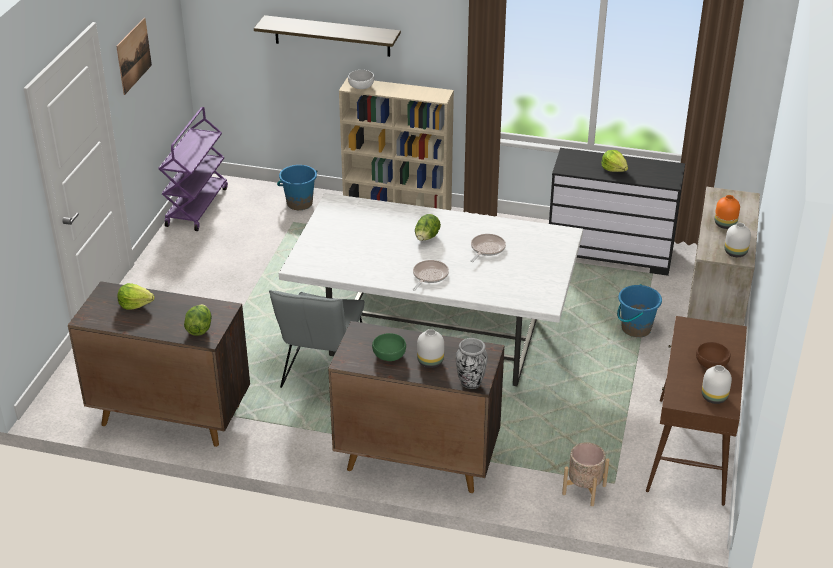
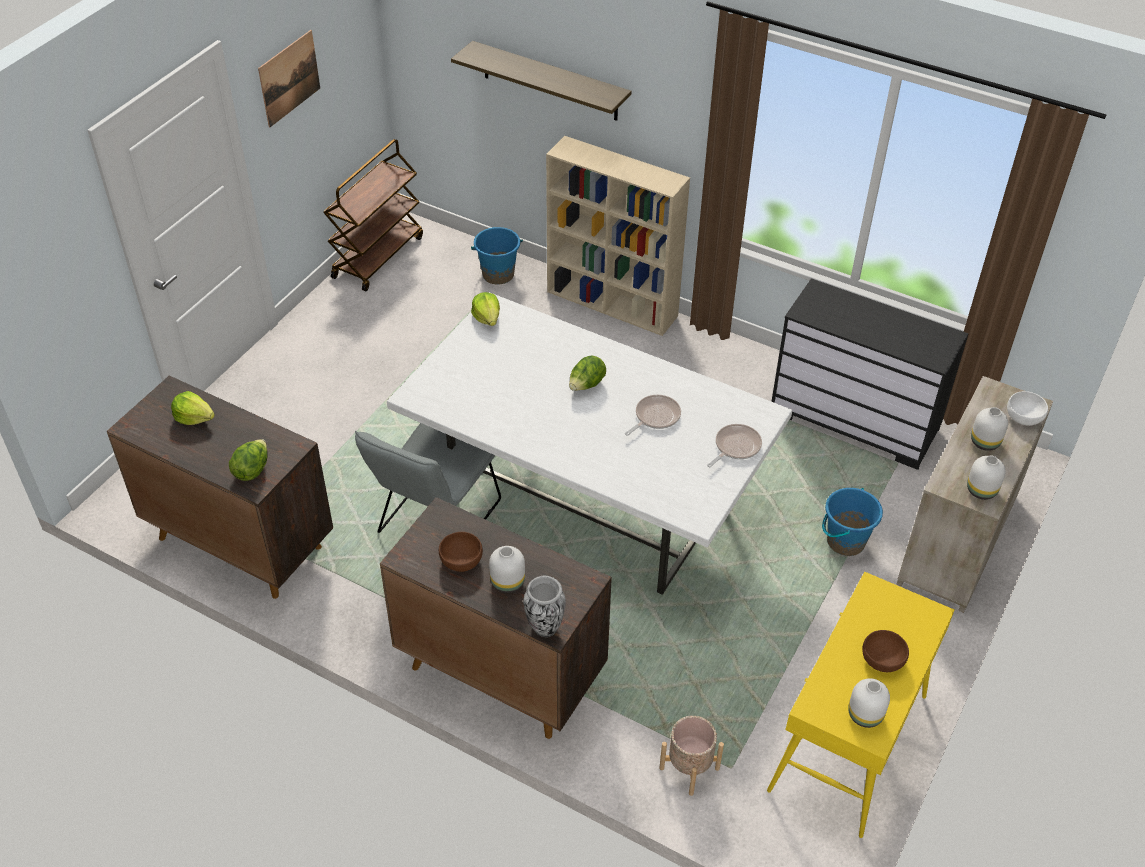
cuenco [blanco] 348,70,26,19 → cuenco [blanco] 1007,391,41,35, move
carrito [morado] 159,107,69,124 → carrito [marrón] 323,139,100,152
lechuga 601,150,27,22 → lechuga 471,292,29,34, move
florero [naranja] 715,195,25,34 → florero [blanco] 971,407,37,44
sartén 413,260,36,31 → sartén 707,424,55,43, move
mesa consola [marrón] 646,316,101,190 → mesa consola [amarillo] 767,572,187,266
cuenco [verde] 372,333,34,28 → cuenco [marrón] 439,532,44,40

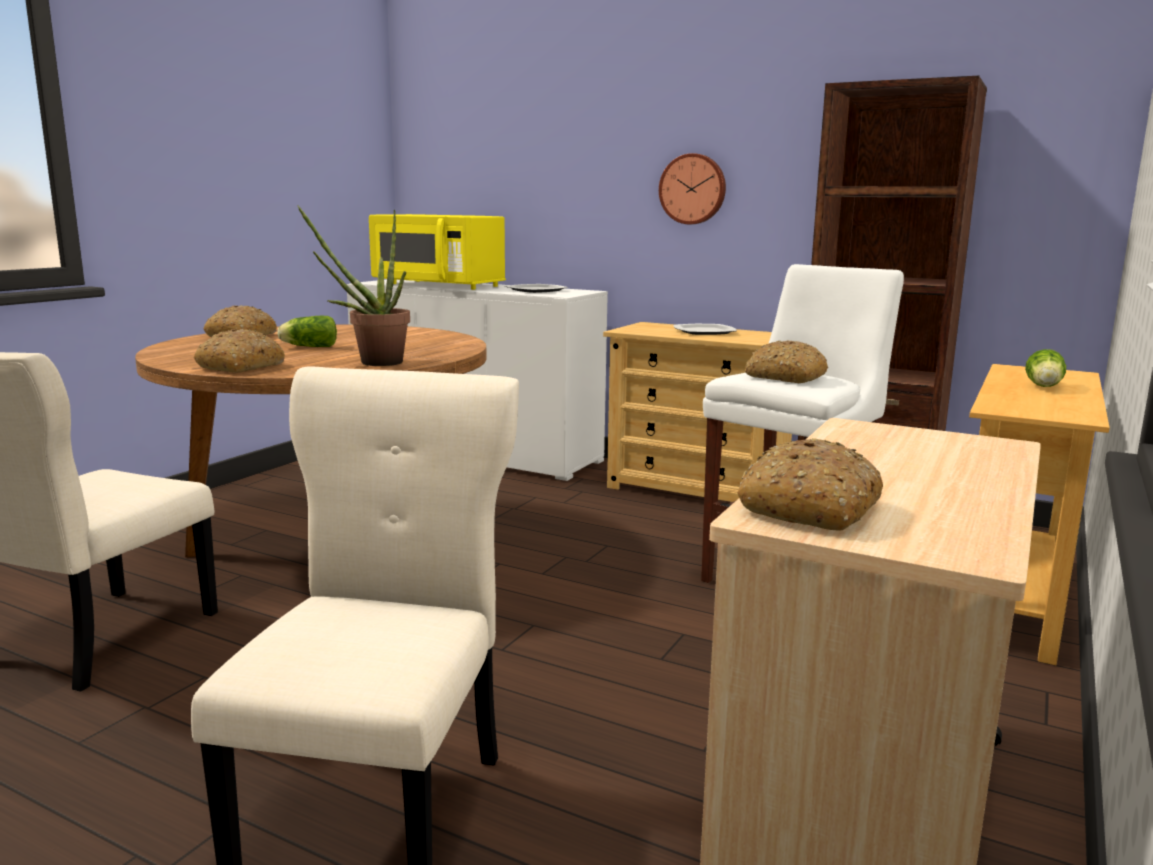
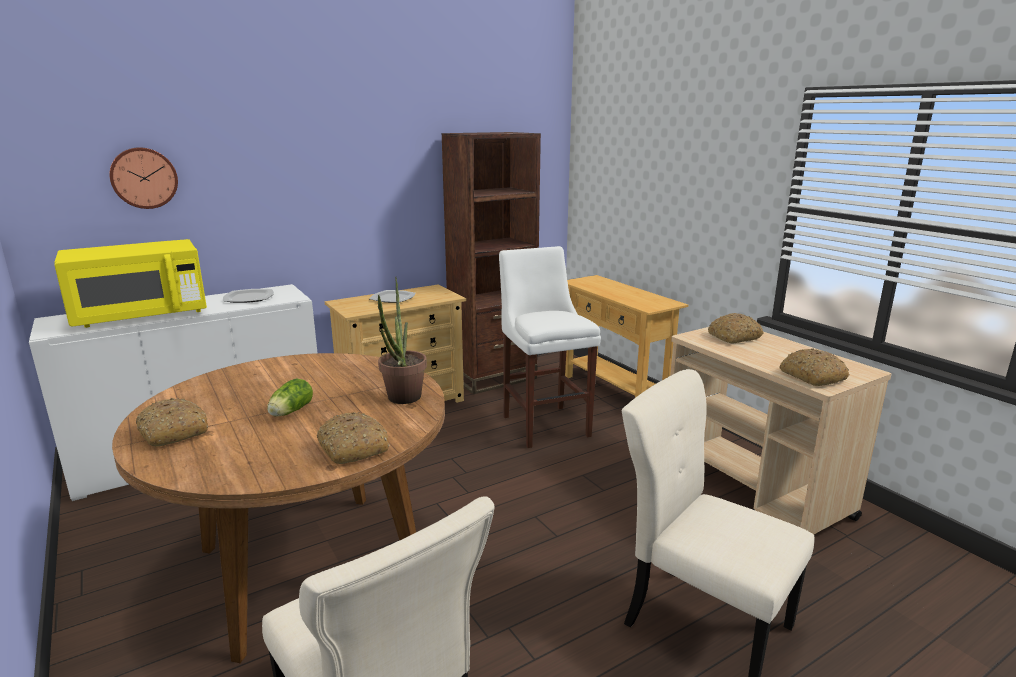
reloj de pared 659,153,67,71 → reloj de pared 109,147,69,62, move
pan 745,340,83,43 → pan 708,313,56,30, move
lechuga 1025,349,41,38 → -

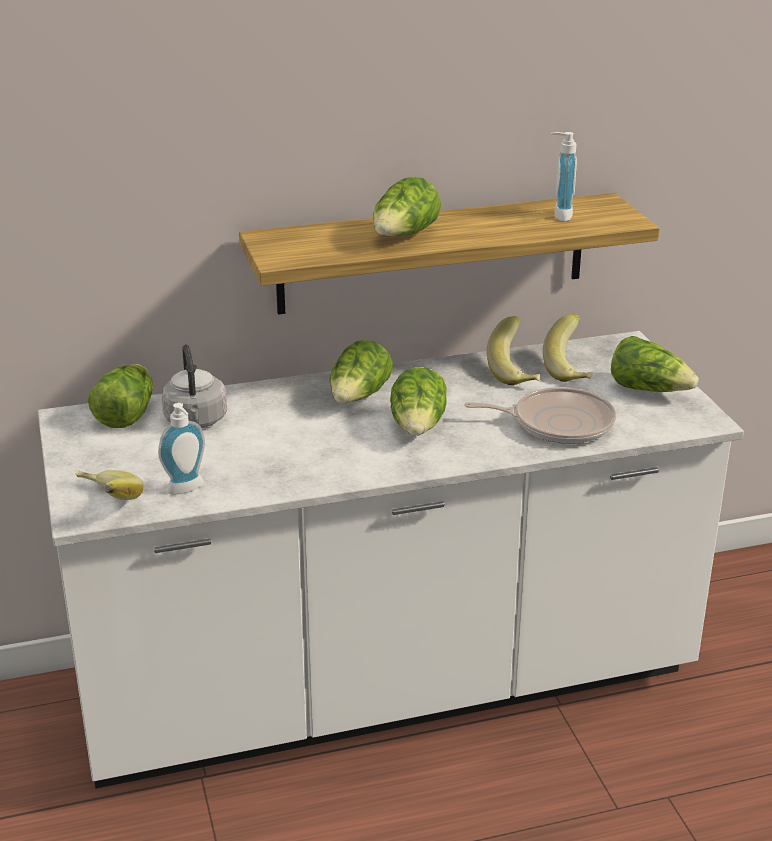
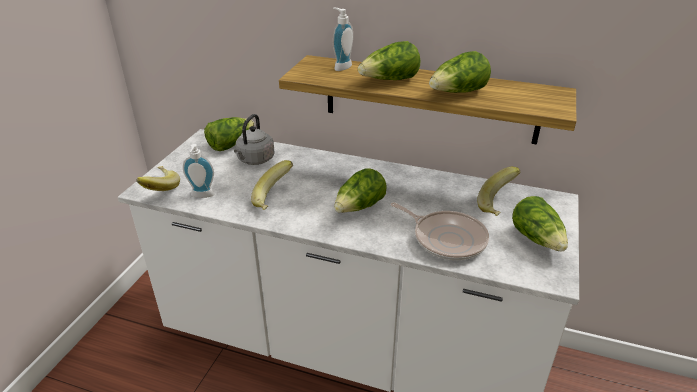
dispensador de jabón 551,132,26,89 → dispensador de jabón 333,8,20,63, move
plátano 487,316,53,69 → plátano 251,160,42,50, move
lechuga 330,340,63,63 → lechuga 429,51,62,42, move

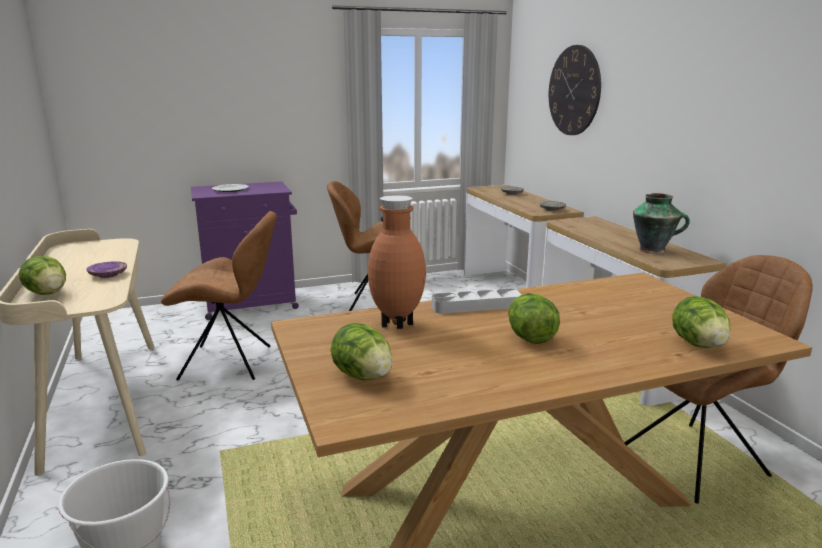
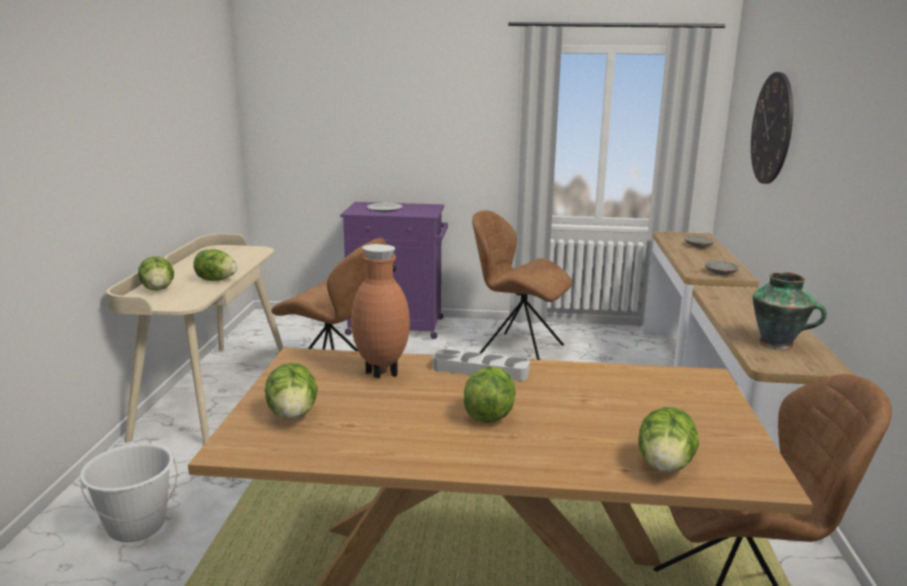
plato [morado] 86,261,41,17 → lechuga 193,249,45,32

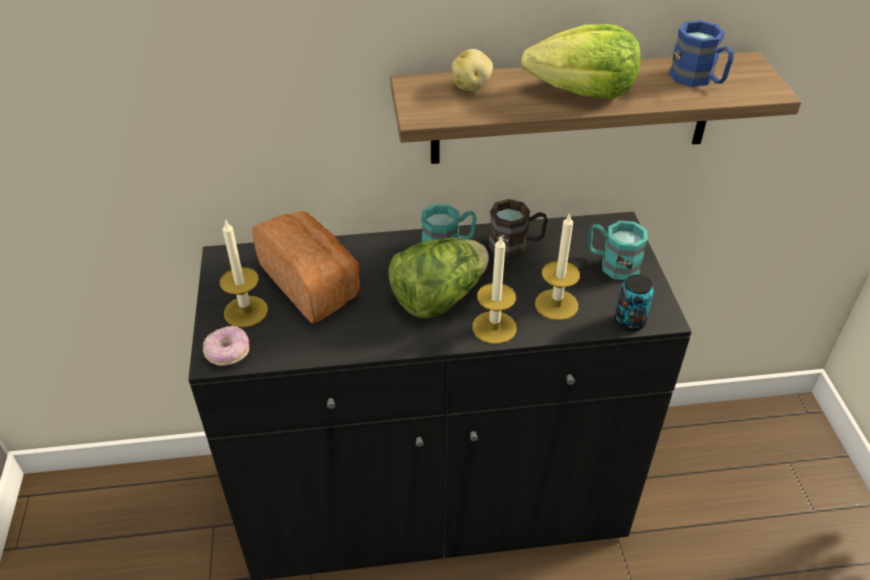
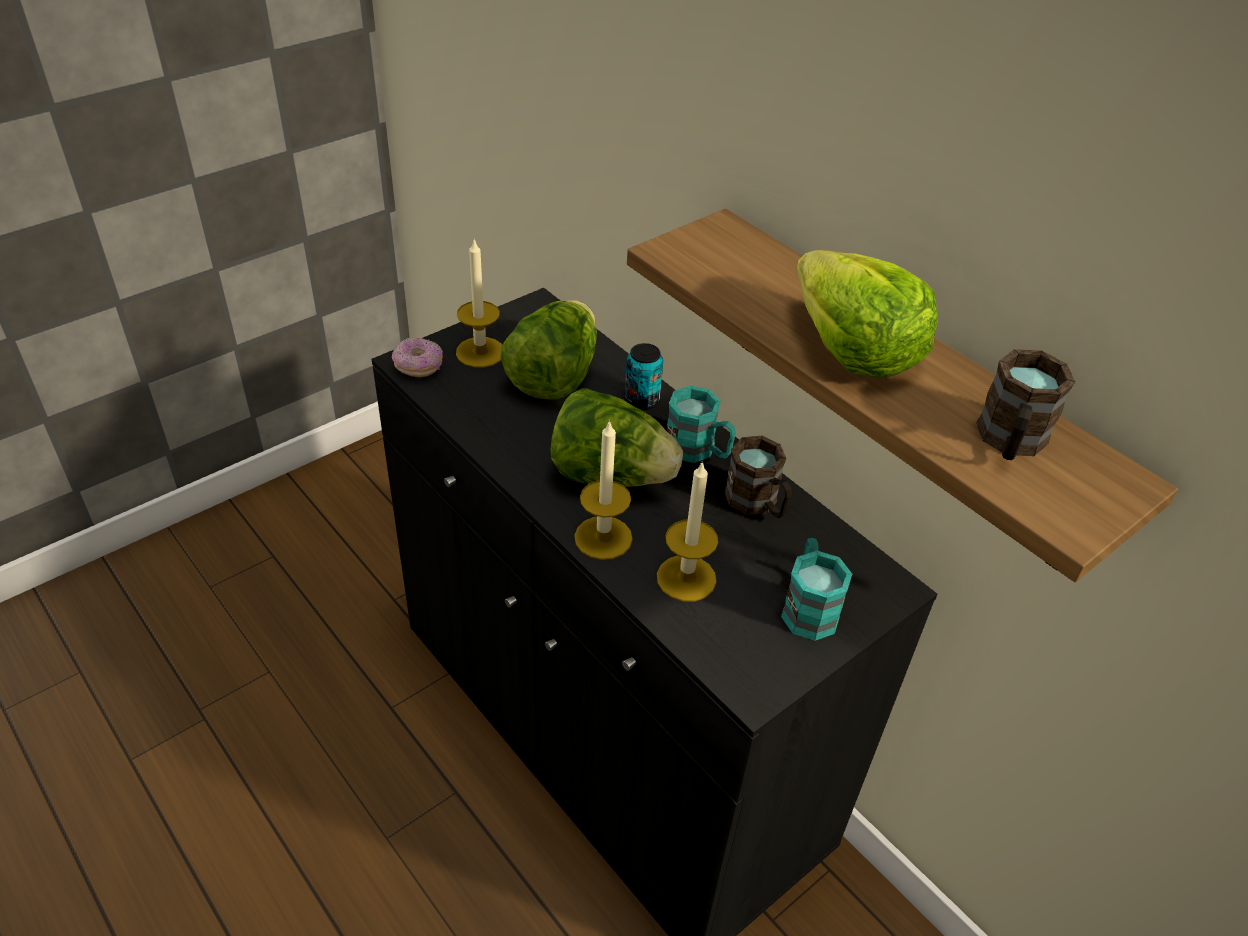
taza grande [azul] 669,20,65,67 → taza grande [marrón] 977,349,98,111
patata 451,49,42,42 → -
pan 252,211,108,112 → lechuga 500,300,97,100
lata 614,274,40,58 → lata 624,343,39,67, move

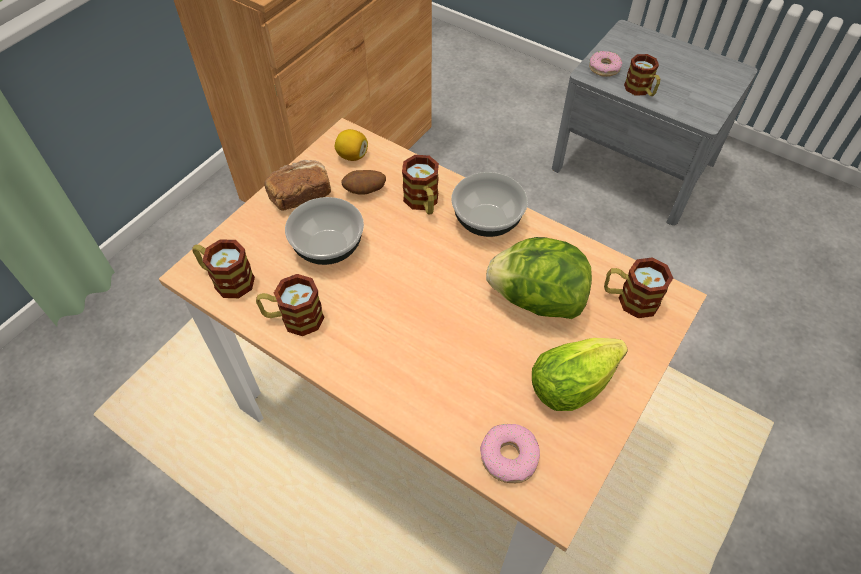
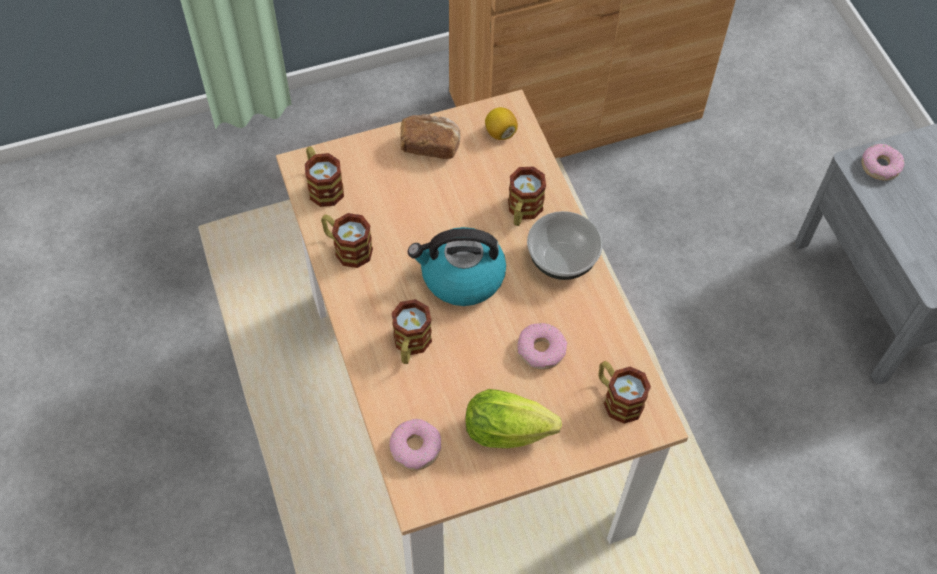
taza grande 624,54,36,42 → taza grande 391,299,41,65, move
patata 341,170,45,25 → -
cuenco 285,197,79,68 → -
lechuga 486,237,106,82 → rosquilla 517,323,50,47
- → hervidor 408,227,98,79

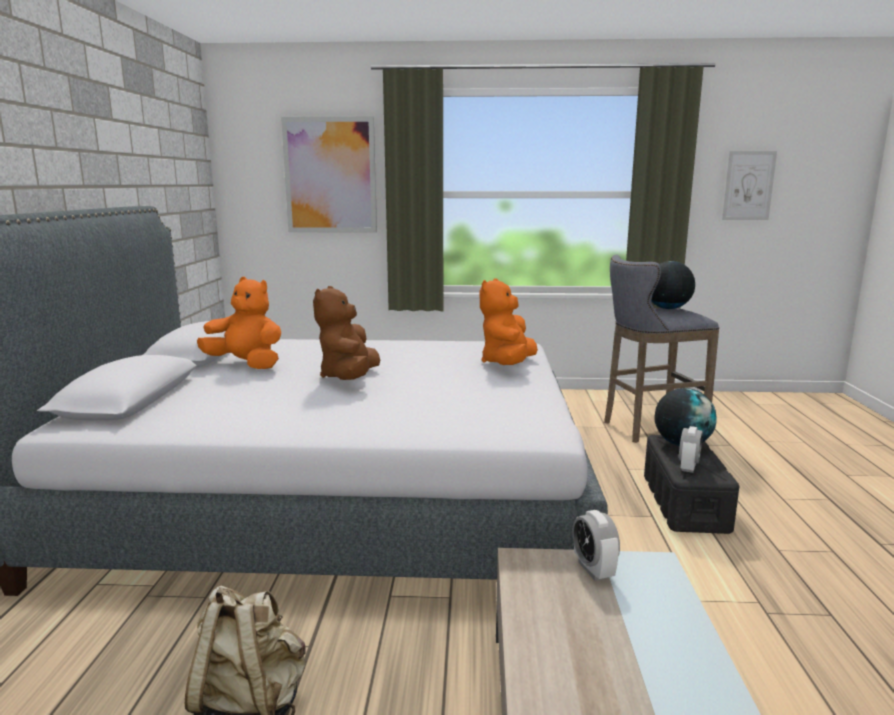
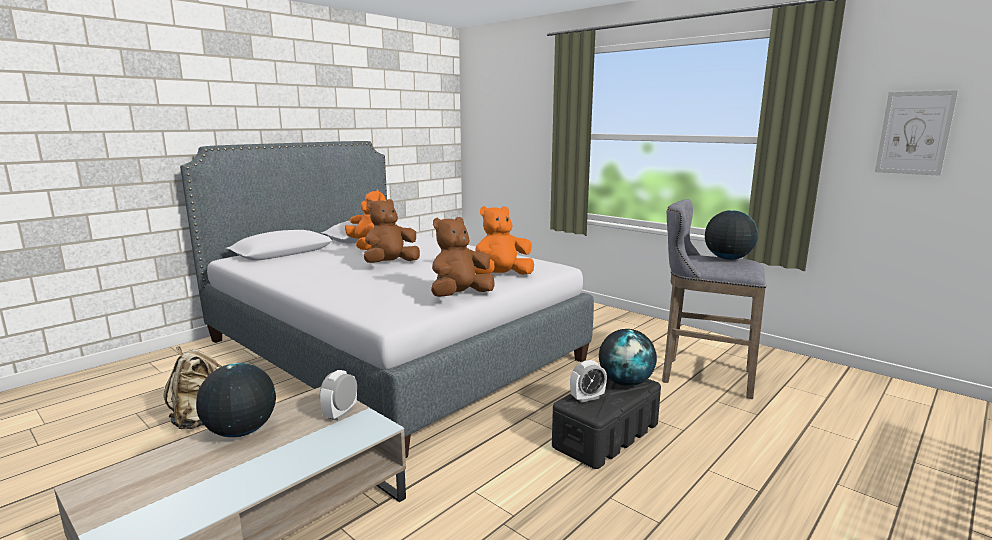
cuadro 281,116,96,117 → -
- → peluche [marrón] 431,217,64,80
- → globo terráqueo 196,363,80,74

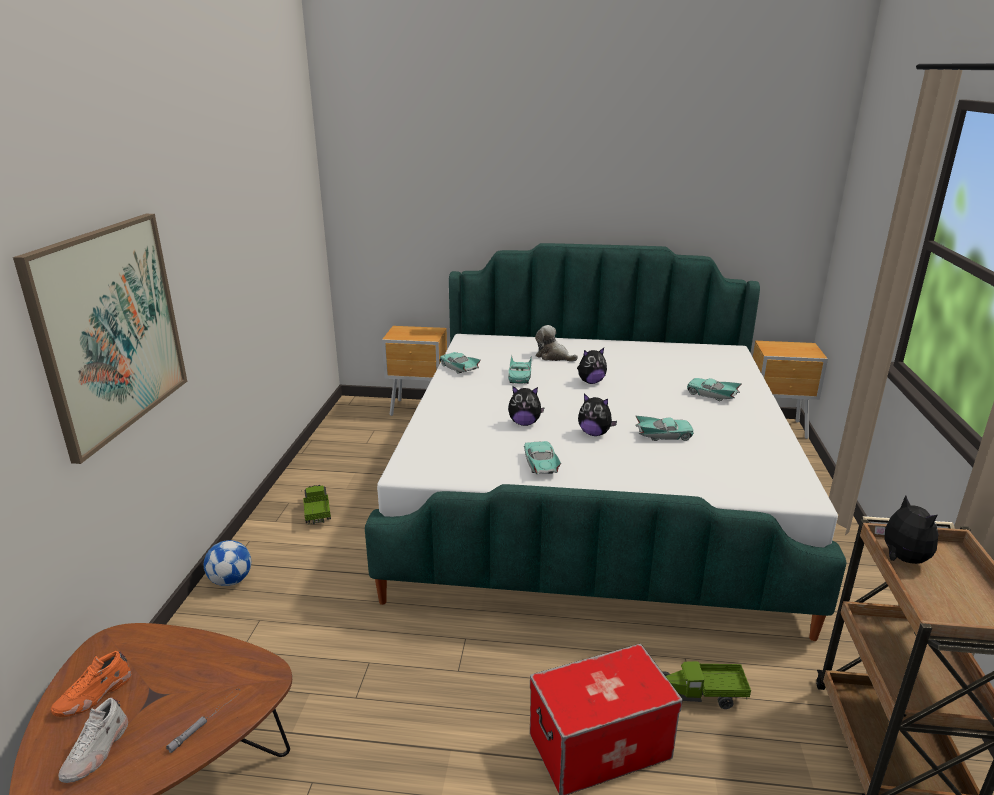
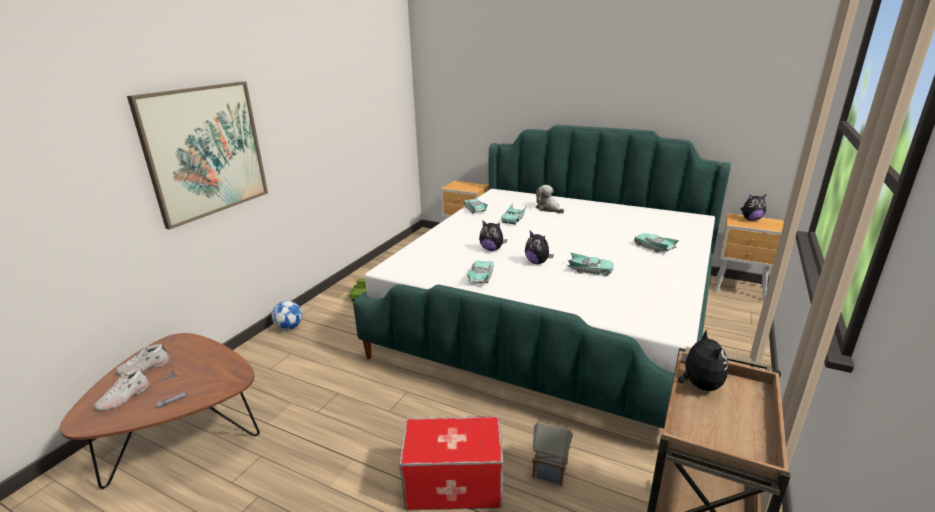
peluche 577,348,30,36 → peluche 741,195,25,26, move
zapato [naranja] 51,651,80,66 → zapato [blanco] 116,344,54,31
camión de juguete 662,661,89,48 → casita 532,420,41,66

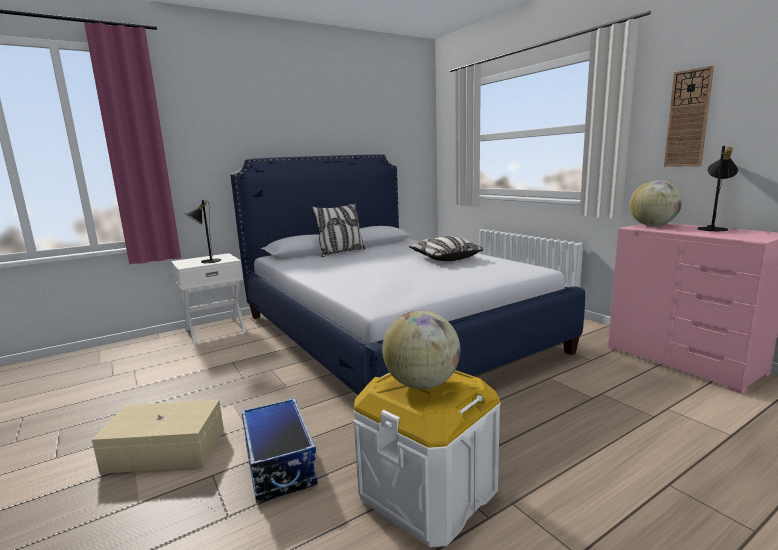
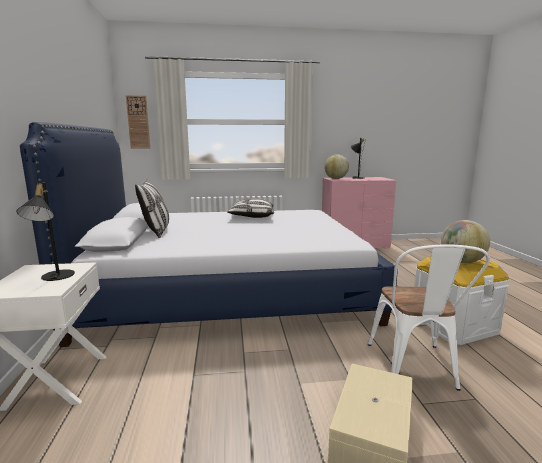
reloj de pared 664,66,50,101 → reloj de pared 126,95,24,54, move
caja de almacenaje 241,398,77,105 → silla [blanco] 368,244,122,147

